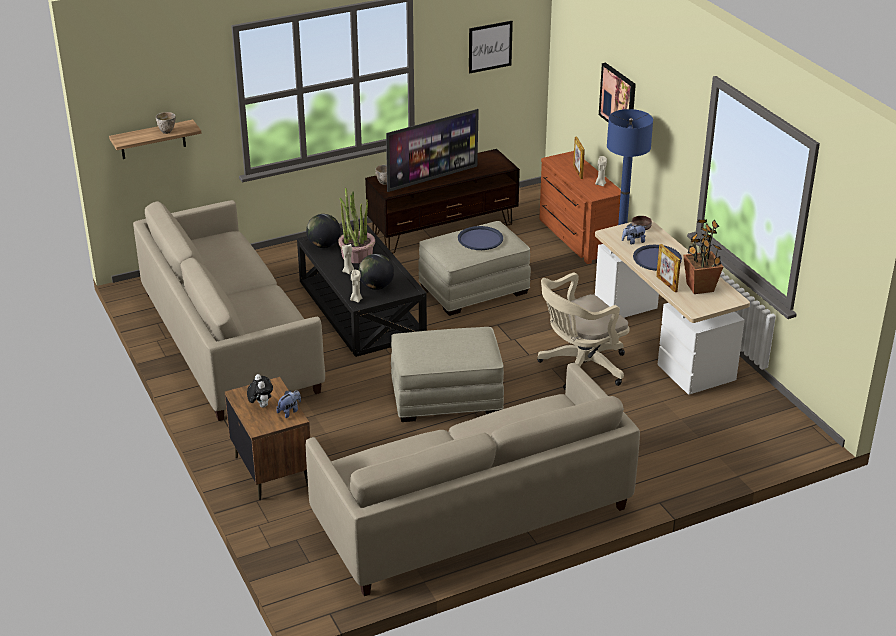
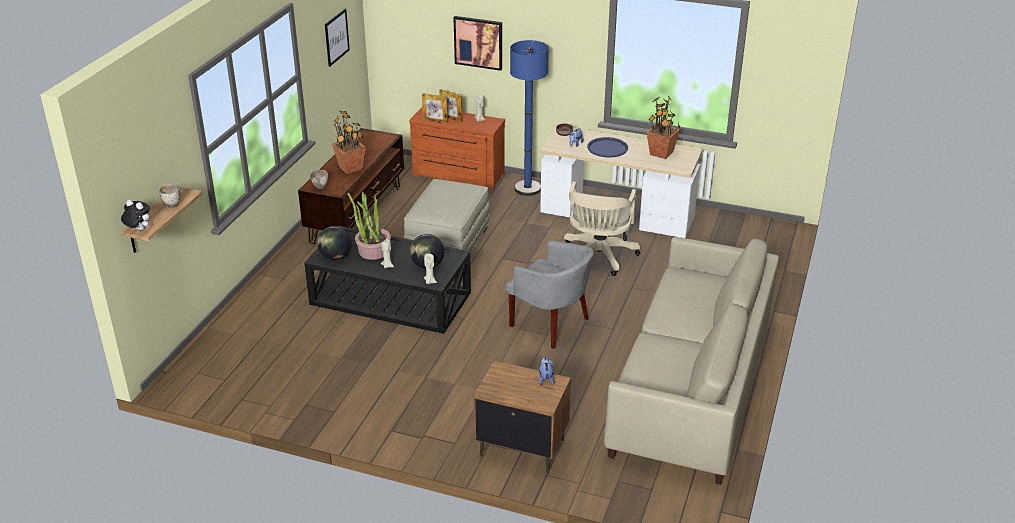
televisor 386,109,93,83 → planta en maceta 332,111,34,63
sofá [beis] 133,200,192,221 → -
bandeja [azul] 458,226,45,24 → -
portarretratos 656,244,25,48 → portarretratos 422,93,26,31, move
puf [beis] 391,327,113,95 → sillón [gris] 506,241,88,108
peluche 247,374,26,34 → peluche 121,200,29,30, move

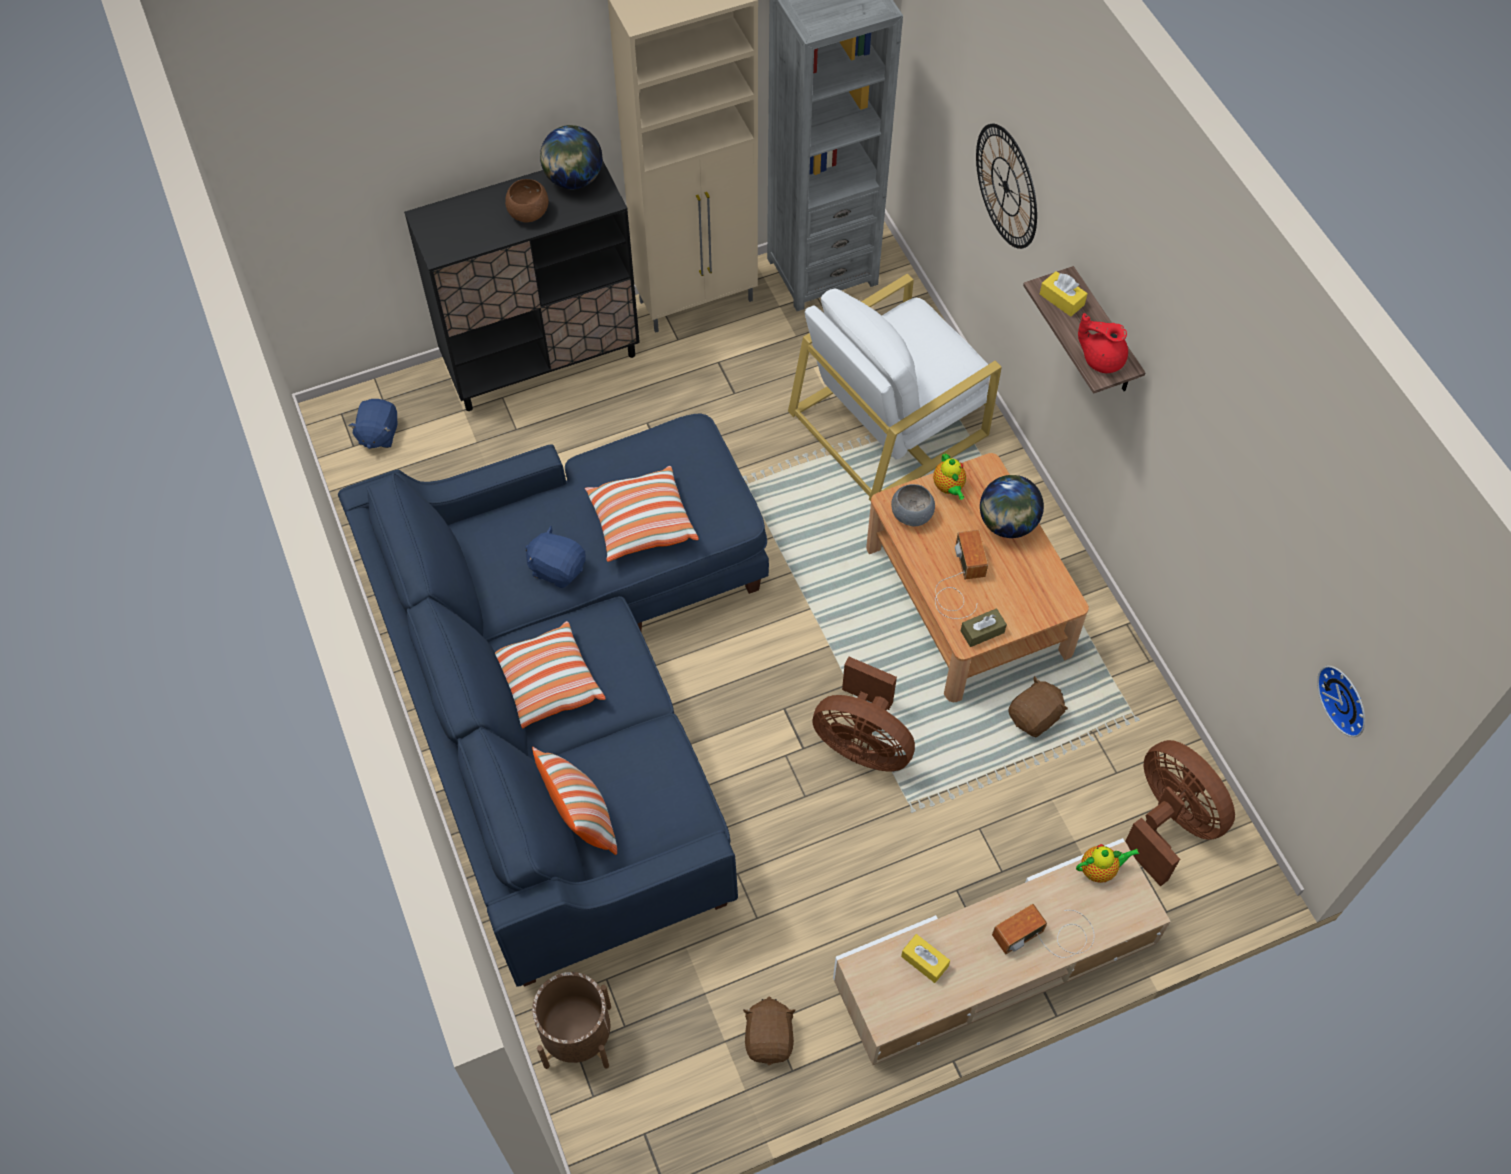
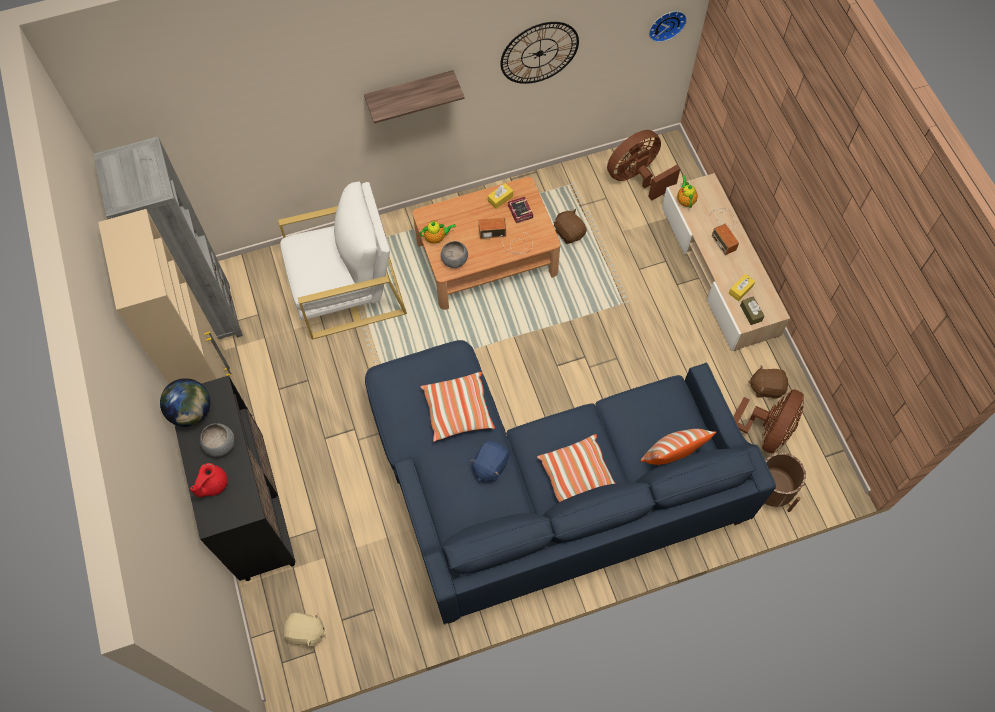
reloj de pared 976,124,61,125 → reloj de pared 500,22,79,62, move
cuenco [marrón] 505,179,44,44 → cuenco [gris] 200,423,34,34
caja de pañuelos [amarillo] 1040,271,48,46 → caja de pañuelos [amarillo] 488,183,25,26, move
sillón [blanco] 788,274,214,227 → sillón [blanco] 278,182,129,158, 75 degrees counterclockwise
tetera [rojo] 1078,313,50,60 → tetera [rojo] 190,463,38,34, move
peluche [azul] 348,399,50,50 → peluche [beis] 283,612,43,35
globo terráqueo 980,475,64,63 → -
caja de pañuelos [marrón] 961,608,46,39 → caja de pañuelos [marrón] 740,296,24,29, move
ventilador [marrón] 812,657,103,114 → ventilador [marrón] 734,389,70,65, move
- → libro 508,197,25,27

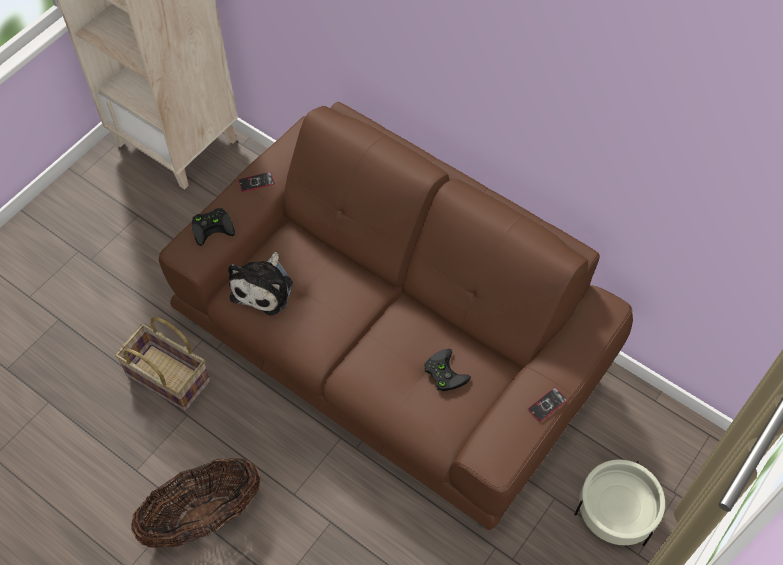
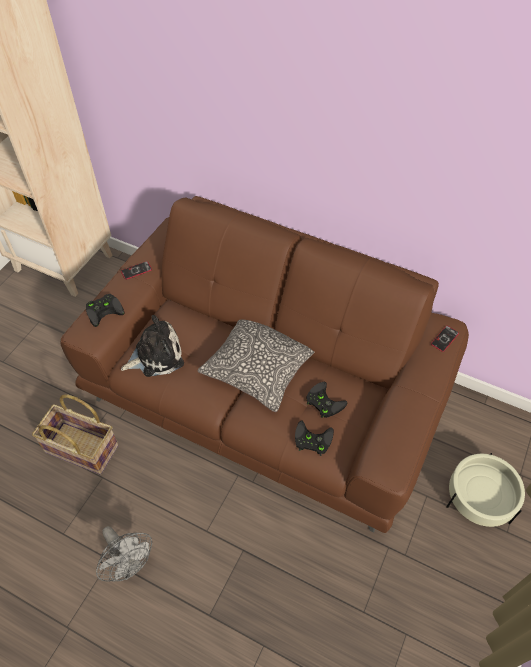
peluche 228,252,65,63 → peluche 121,315,63,62, 120 degrees counterclockwise
móvil 528,387,39,35 → móvil 431,326,28,26, move
cesta 131,458,130,90 → ventilador [gris] 96,526,56,56
- → cojín 197,320,118,92
- → mando de consola [negro] 295,420,39,36

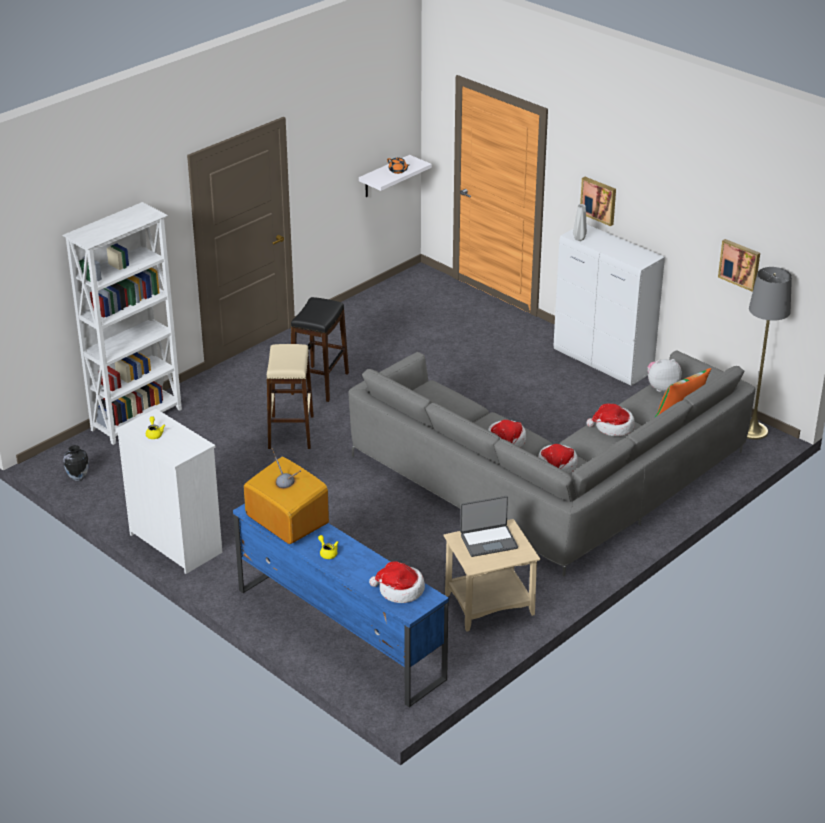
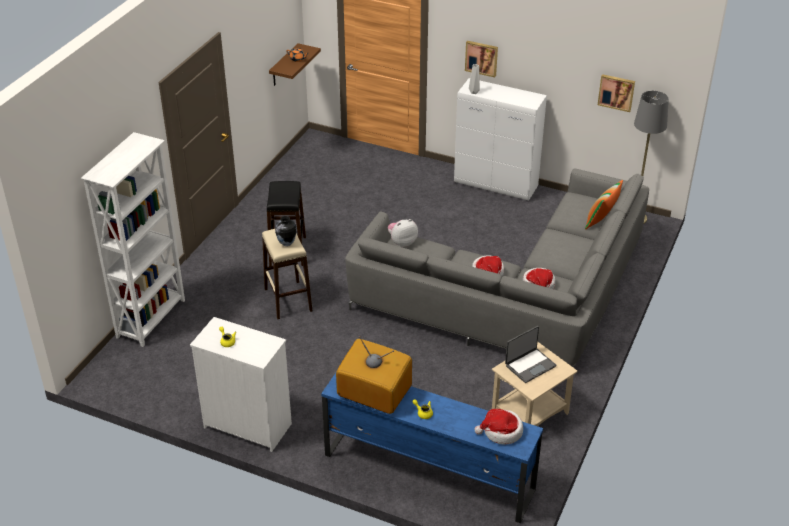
estante [blanco] 359,155,73,42 → estante [marrón] 269,43,52,43
peluche 648,359,34,33 → peluche 388,219,30,28, move
sombrero 587,403,48,33 → -
florero 63,445,26,36 → florero 275,216,22,30, move

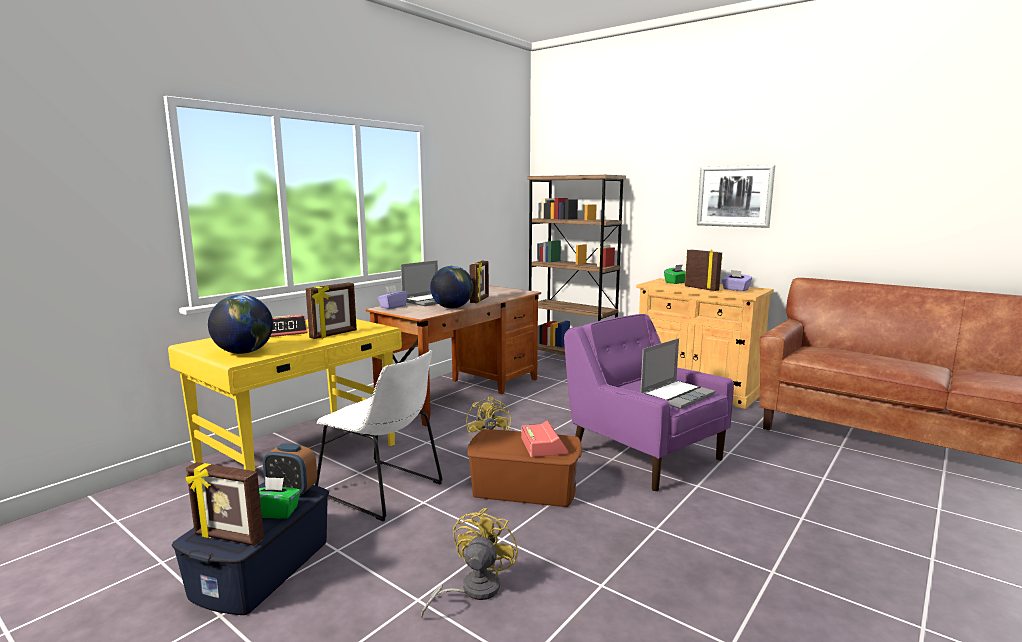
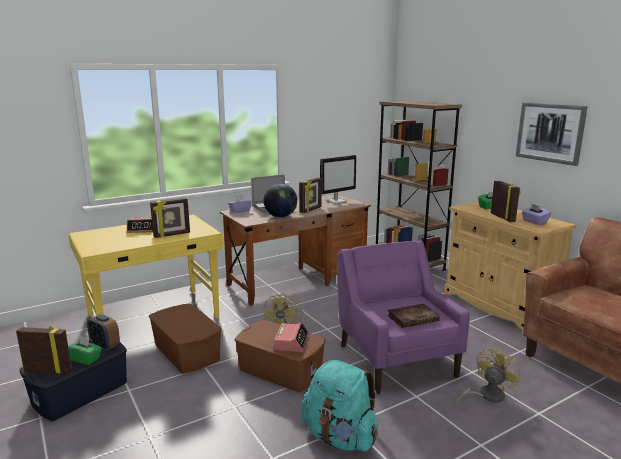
globo terráqueo 208,295,65,59 → -
portátil 640,338,75,71 → libro 387,304,53,24
silla [blanco] 315,350,128,171 → caja de almacenaje [marrón] 149,304,73,70
portarretratos 185,462,79,84 → portarretratos 16,326,56,49, 150 degrees clockwise
ventilador [amarillo] 421,508,97,110 → ventilador [amarillo] 455,348,65,56, move
- → monitor 320,155,37,49
- → mochila [turquesa] 302,360,76,91

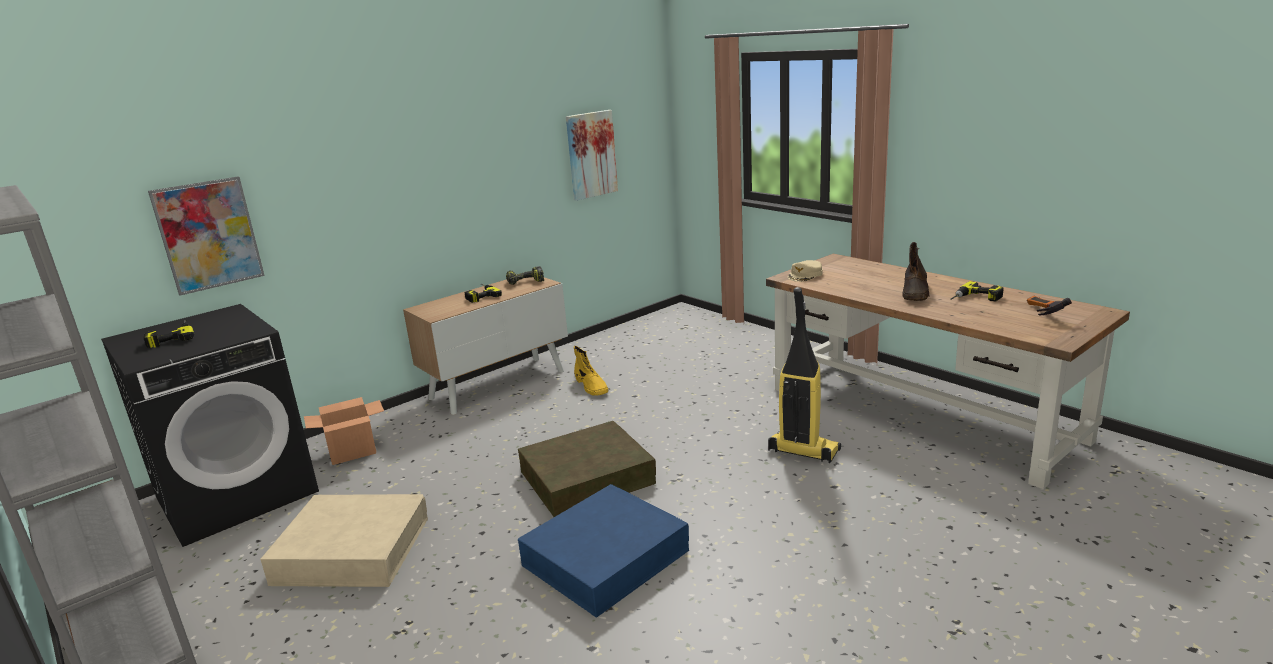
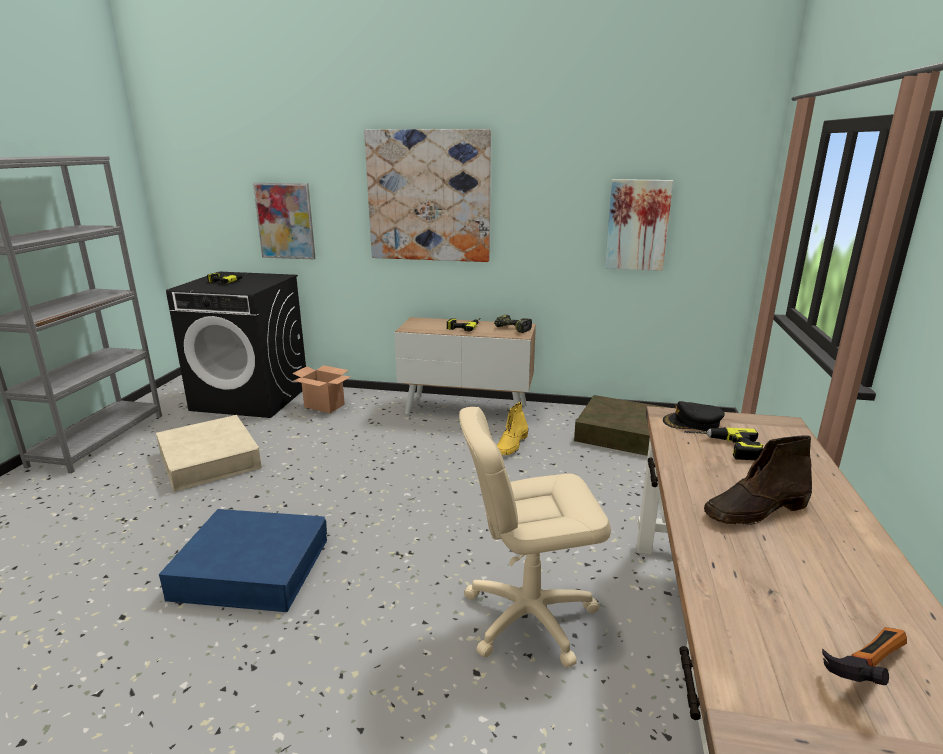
gorra [beis] 788,260,34,22 → gorra [negro] 663,401,62,30
taladro 950,281,54,21 → taladro 684,427,79,33, move
aspiradora 768,287,73,176 → silla de oficina [beis] 459,407,152,261
caja de almacenaje [marrón] 518,421,138,96 → caja de almacenaje [marrón] 574,395,95,61, move
- → cuadro 364,129,127,133

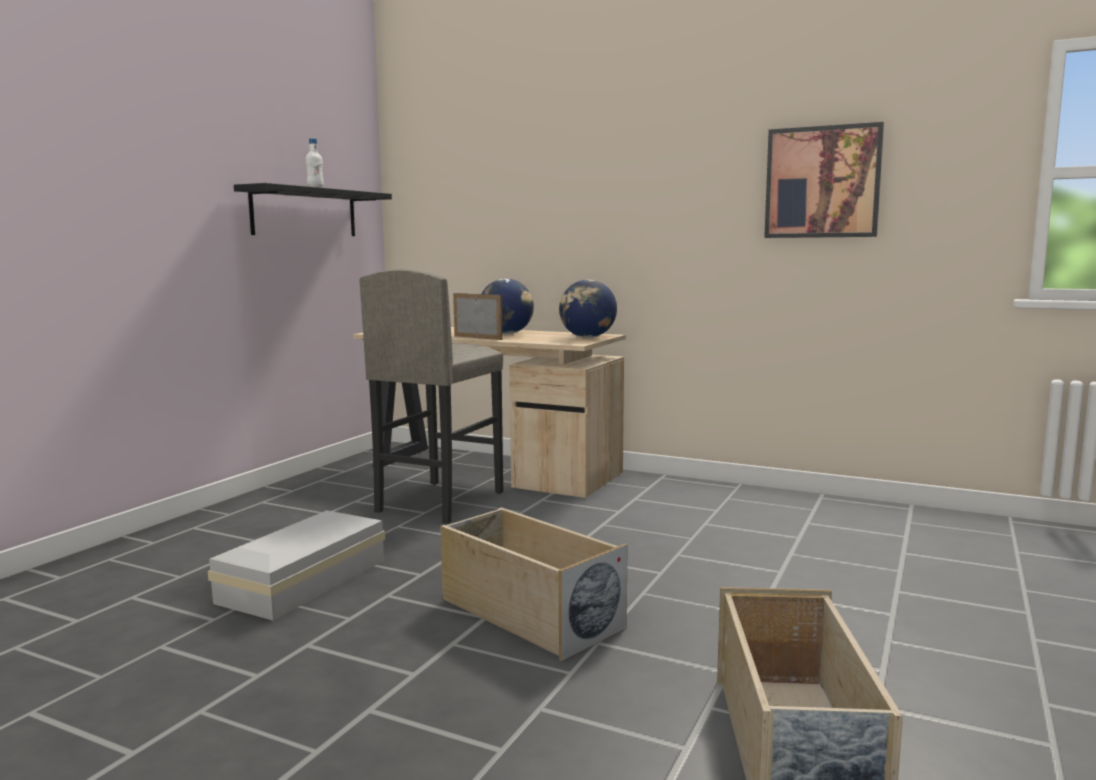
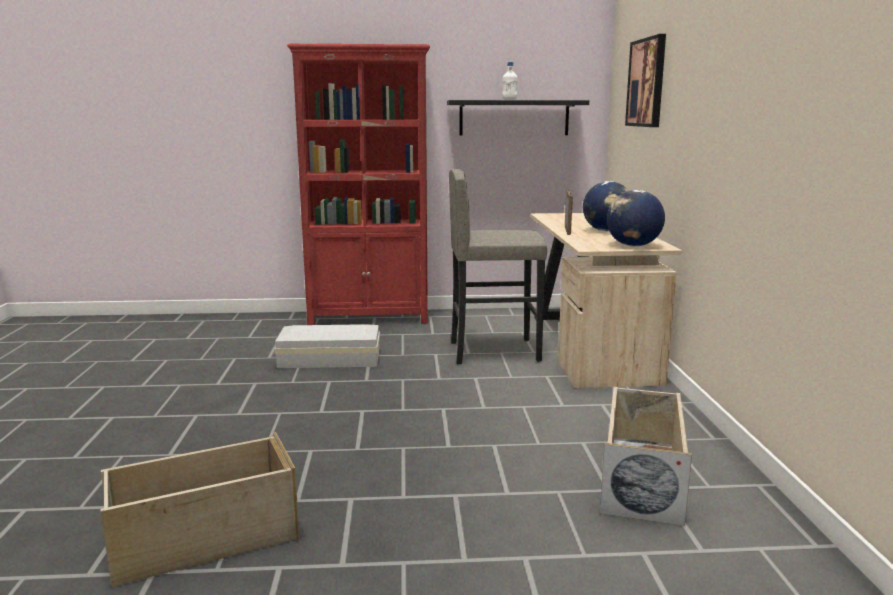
cuadro 764,122,120,116 → cuadro 625,34,41,93, move
caja de almacenaje [beis] 440,507,188,154 → caja de almacenaje [beis] 600,387,92,139, move
- → estantería [rojo] 287,44,143,281

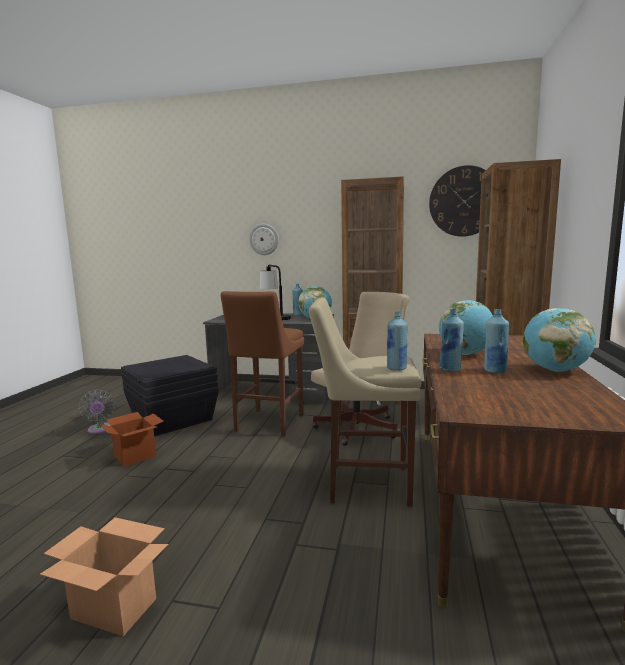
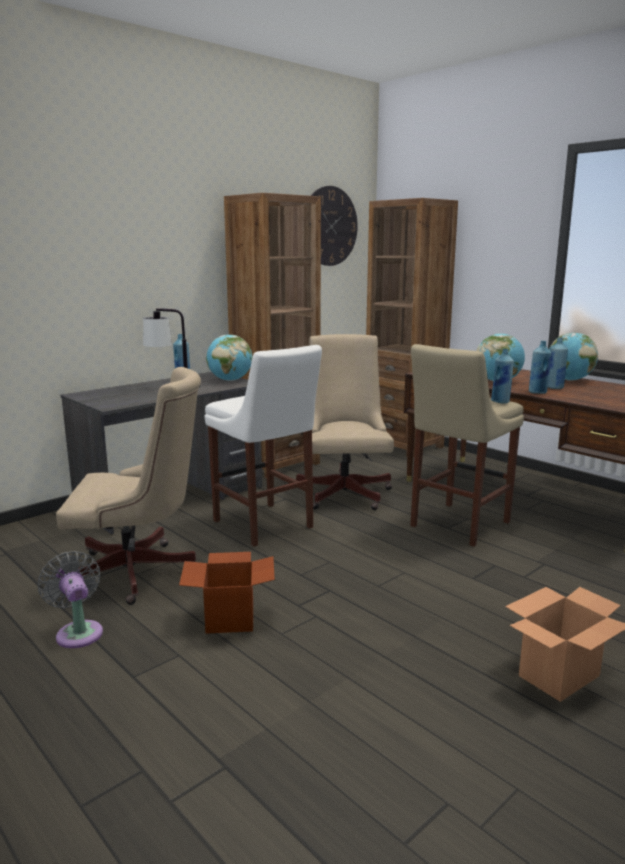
reloj de pared 249,224,30,31 → -
taburete [marrón] 221,291,83,146 → taburete [blanco] 204,345,118,201
caja de almacenaje [negro] 121,355,97,81 → silla de oficina [beis] 56,367,145,238
ventilador [gris] 78,389,38,45 → ventilador [gris] 38,551,65,97, 135 degrees counterclockwise

